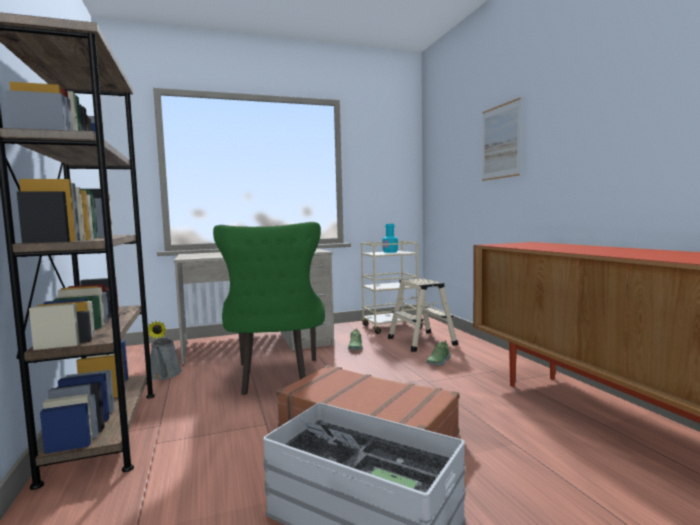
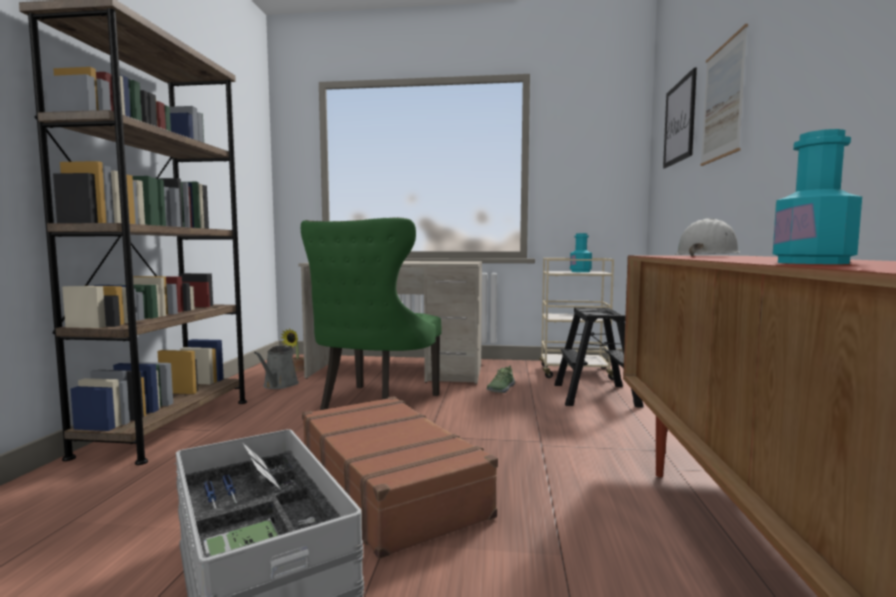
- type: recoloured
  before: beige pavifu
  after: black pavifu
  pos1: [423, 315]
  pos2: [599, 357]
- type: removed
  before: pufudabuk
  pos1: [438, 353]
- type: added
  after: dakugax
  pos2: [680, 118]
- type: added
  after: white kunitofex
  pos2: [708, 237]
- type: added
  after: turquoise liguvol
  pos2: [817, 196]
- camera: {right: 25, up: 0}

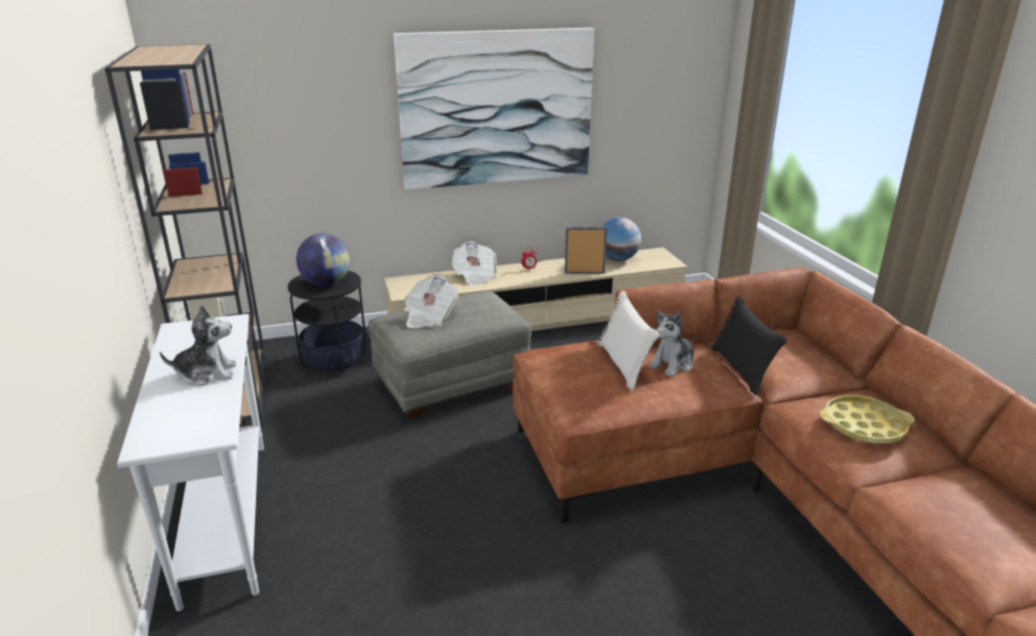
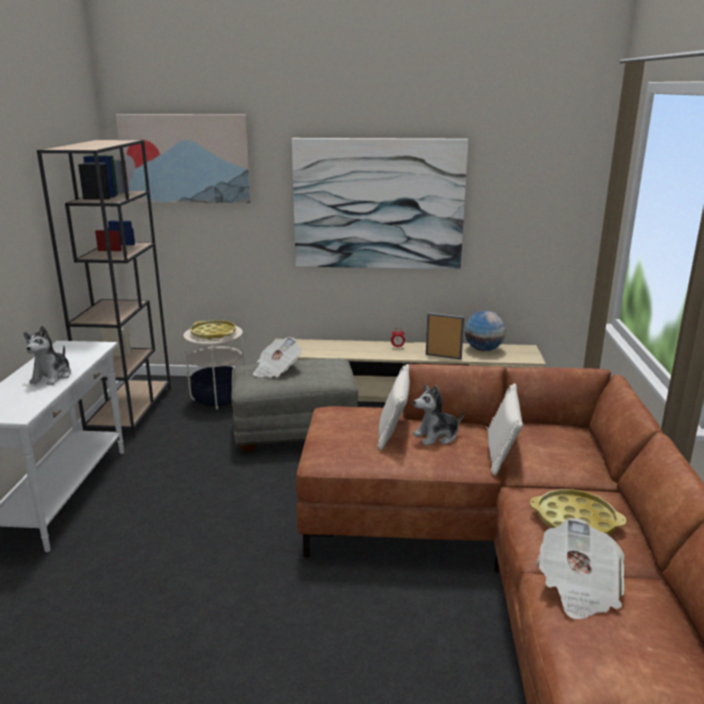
- type: turned
  before: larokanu
  pos1: [198, 345]
  pos2: [47, 355]
  turn: 90
- type: recoloured
  before: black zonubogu
  after: beige zonubogu
  pos1: [327, 321]
  pos2: [214, 368]
- type: replaced
  before: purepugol
  after: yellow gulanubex
  pos1: [323, 260]
  pos2: [213, 330]
- type: moved
  before: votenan
  pos1: [474, 264]
  pos2: [580, 568]
- type: recoloured
  before: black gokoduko
  after: white gokoduko
  pos1: [748, 345]
  pos2: [504, 429]
- type: added
  after: dakugax
  pos2: [184, 159]
- camera: {right: 20, up: -5}

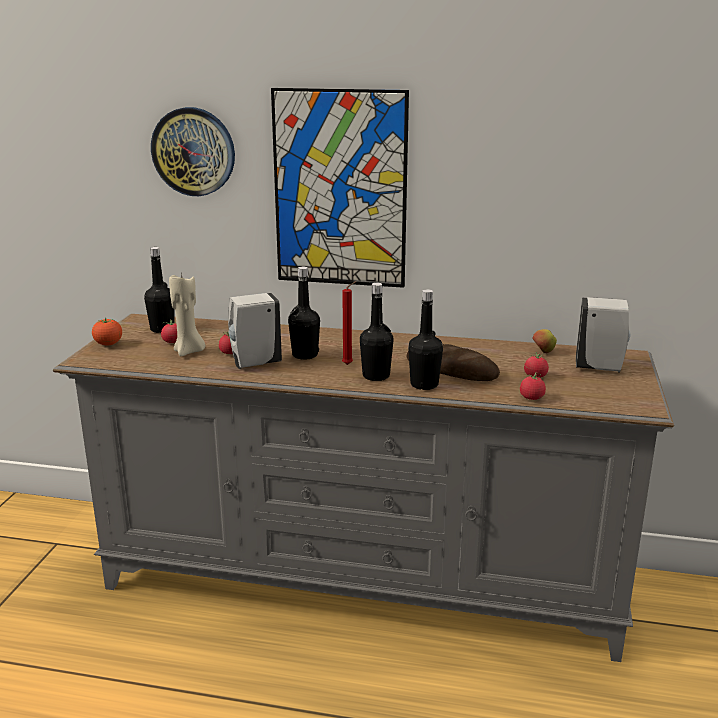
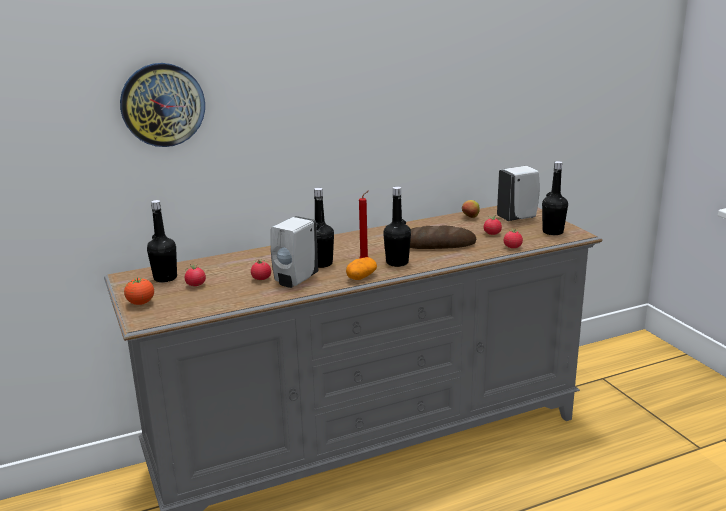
- type: removed
  before: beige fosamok
  pos1: [187, 314]
- type: removed
  before: dakugax
  pos1: [340, 188]
- type: moved
  before: black liguvol
  pos1: [425, 339]
  pos2: [555, 198]
- type: added
  after: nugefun
  pos2: [361, 268]
- camera: {right: -35, up: 0}

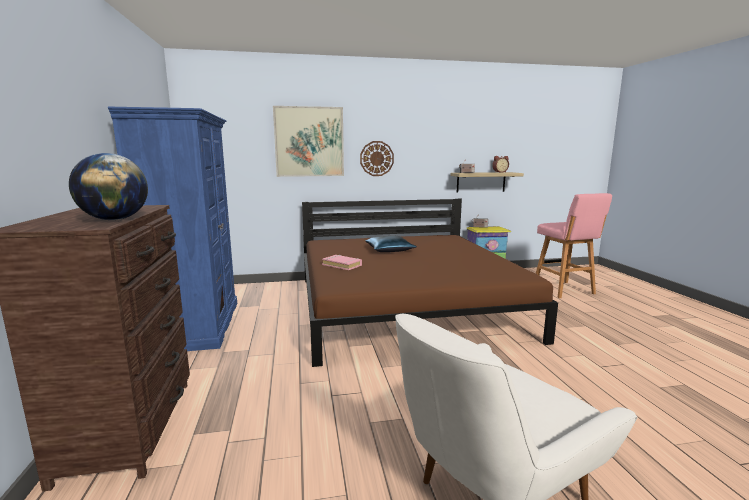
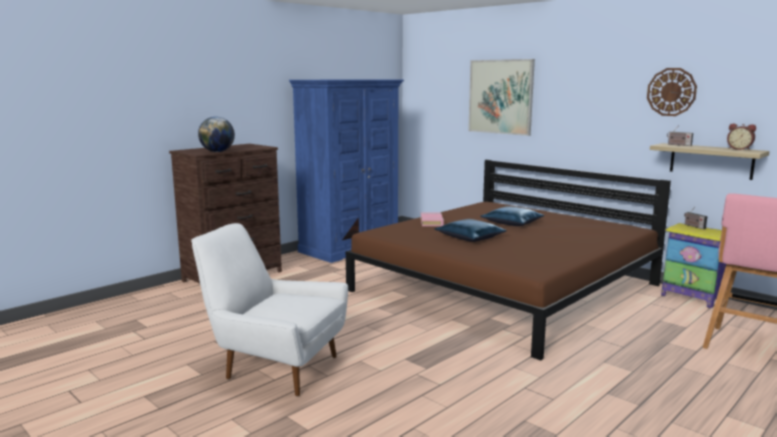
- type: moved
  before: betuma
  pos1: [377, 158]
  pos2: [672, 92]
- type: added
  after: blue gokoduko
  pos2: [470, 230]
- camera: {right: 55, up: 0}

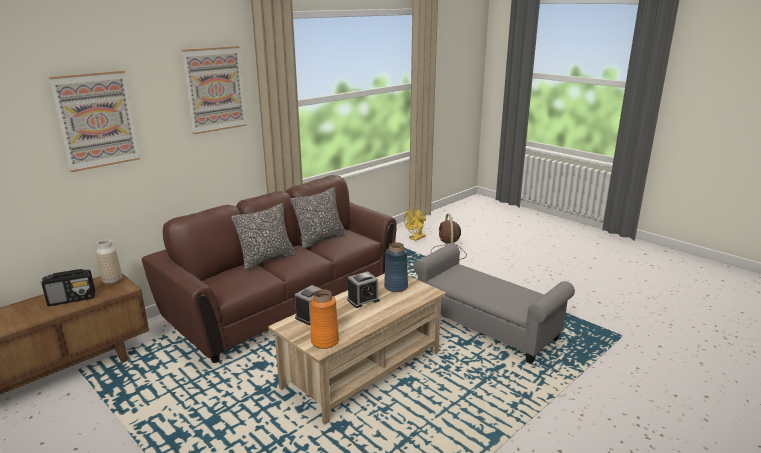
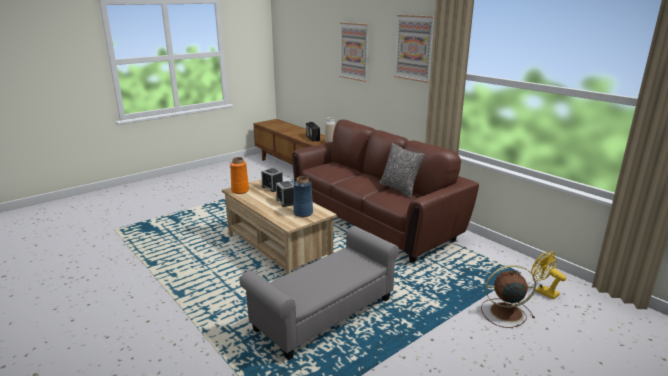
- type: removed
  before: gokoduko
  pos1: [263, 237]
- camera: {right: 95, up: 0}

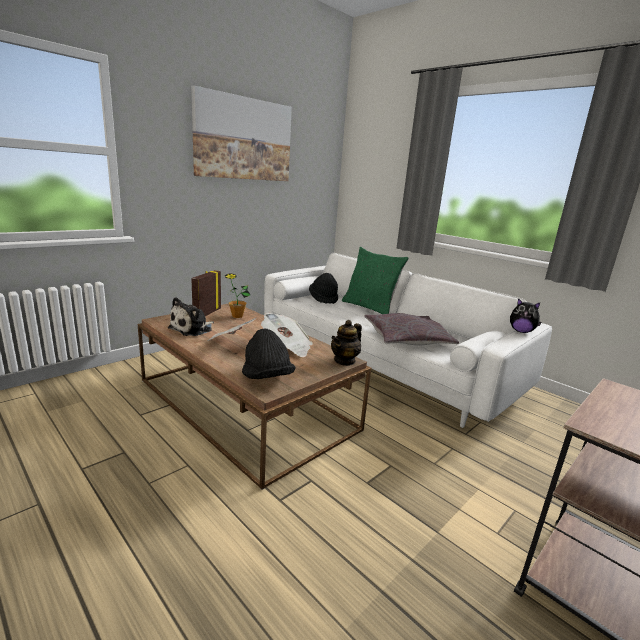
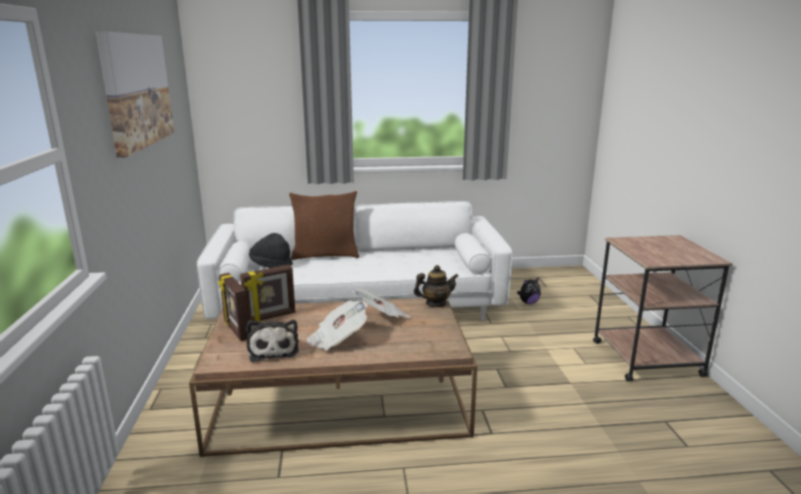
- type: replaced
  before: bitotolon
  after: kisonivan
  pos1: [237, 295]
  pos2: [267, 293]
- type: removed
  before: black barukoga
  pos1: [268, 353]
- type: turned
  before: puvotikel
  pos1: [346, 343]
  pos2: [436, 286]
  turn: -90
- type: recoloured
  before: green gokoduko
  after: brown gokoduko
  pos1: [375, 280]
  pos2: [324, 225]
- type: removed
  before: grey gokoduko
  pos1: [411, 329]
- type: moved
  before: larokanu
  pos1: [525, 315]
  pos2: [529, 290]
- camera: {right: -50, up: 0}

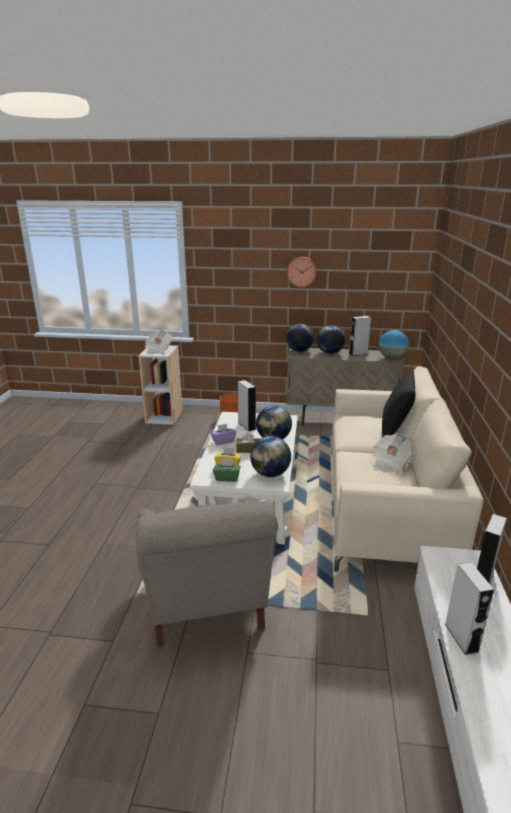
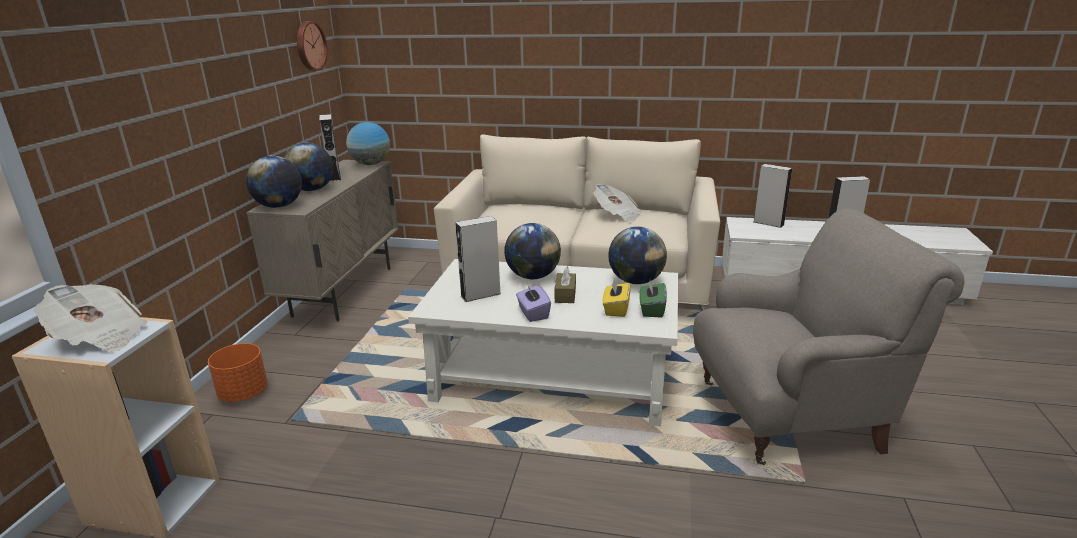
- type: moved
  before: betuma
  pos1: [302, 272]
  pos2: [312, 46]
- type: removed
  before: black gokoduko
  pos1: [398, 403]
- camera: {right: -85, up: 0}

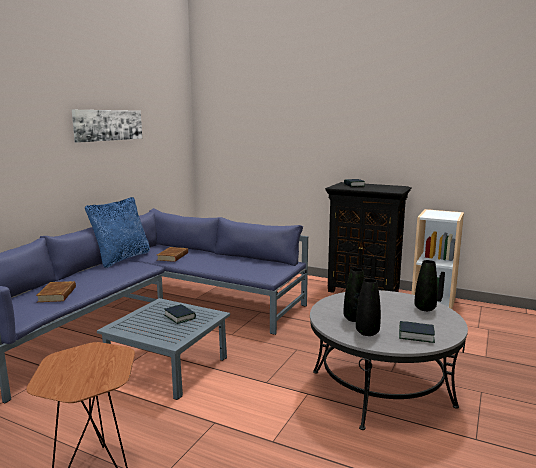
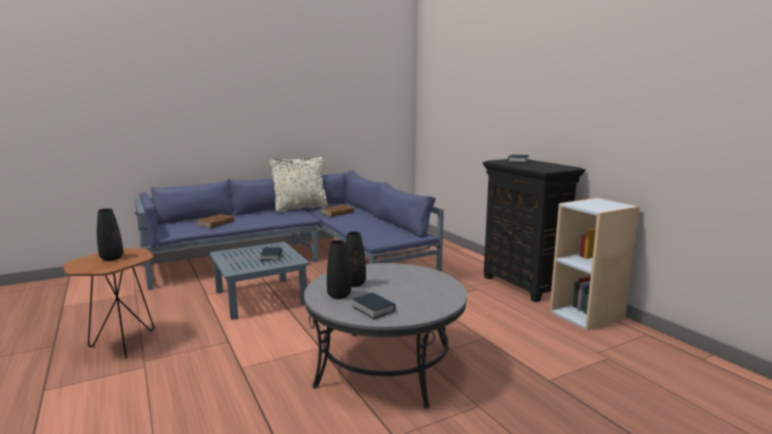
- type: removed
  before: dakugax
  pos1: [107, 126]
- type: recoloured
  before: blue gokoduko
  after: beige gokoduko
  pos1: [117, 232]
  pos2: [298, 185]
- type: moved
  before: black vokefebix
  pos1: [426, 285]
  pos2: [110, 234]
- camera: {right: 35, up: 0}

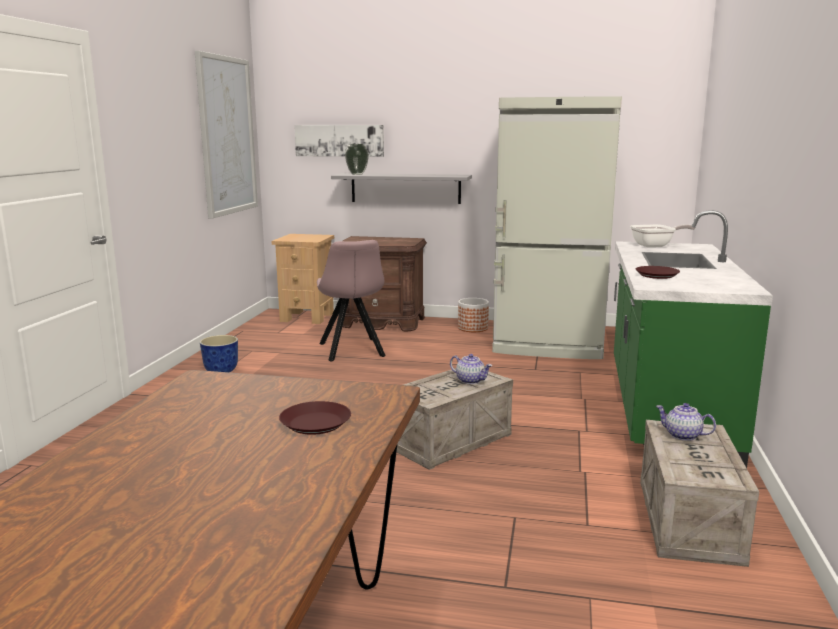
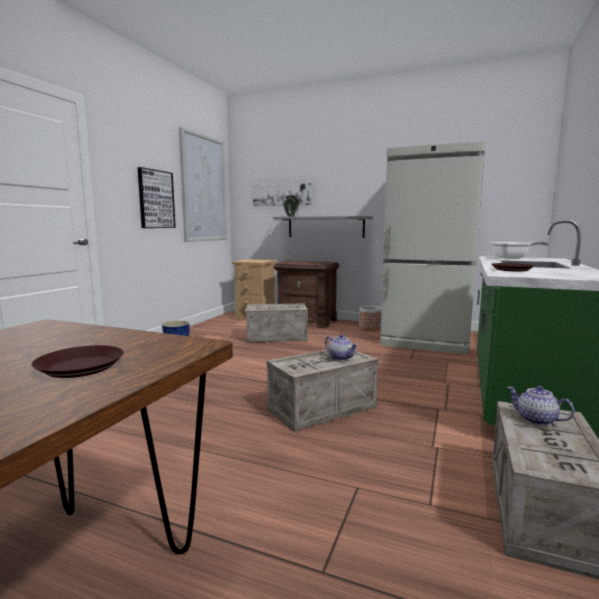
- type: replaced
  before: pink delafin
  after: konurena
  pos1: [351, 301]
  pos2: [277, 323]
- type: added
  after: dakugax
  pos2: [156, 197]
- camera: {right: 10, up: -5}

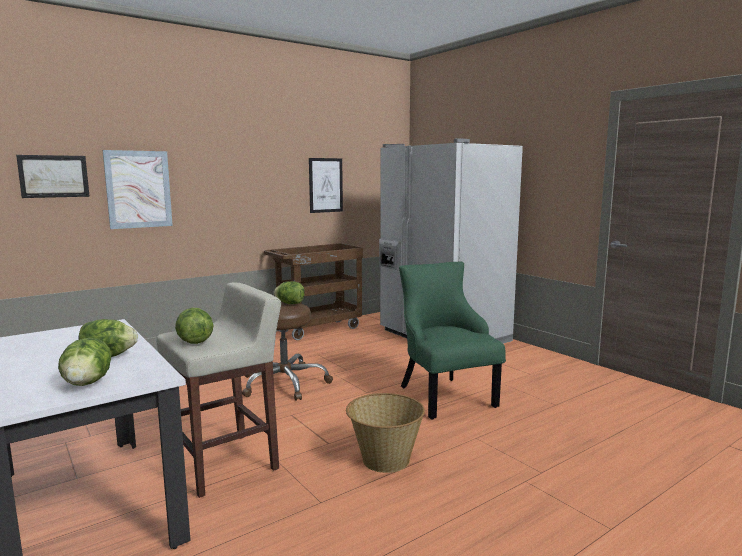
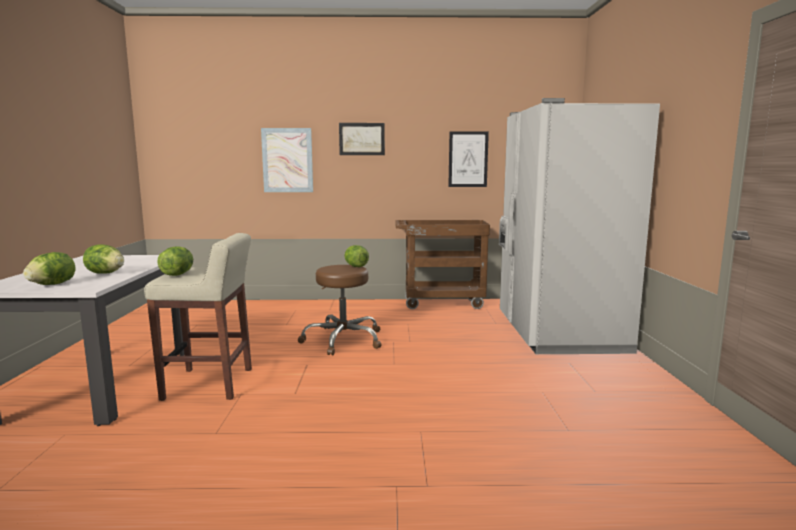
- type: moved
  before: dakugax
  pos1: [53, 176]
  pos2: [362, 139]
- type: removed
  before: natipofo
  pos1: [385, 433]
- type: removed
  before: green delafin
  pos1: [452, 341]
- camera: {right: 35, up: 0}

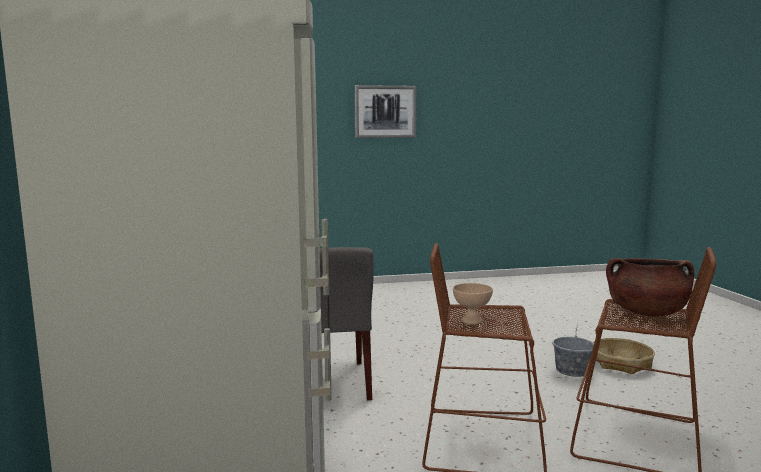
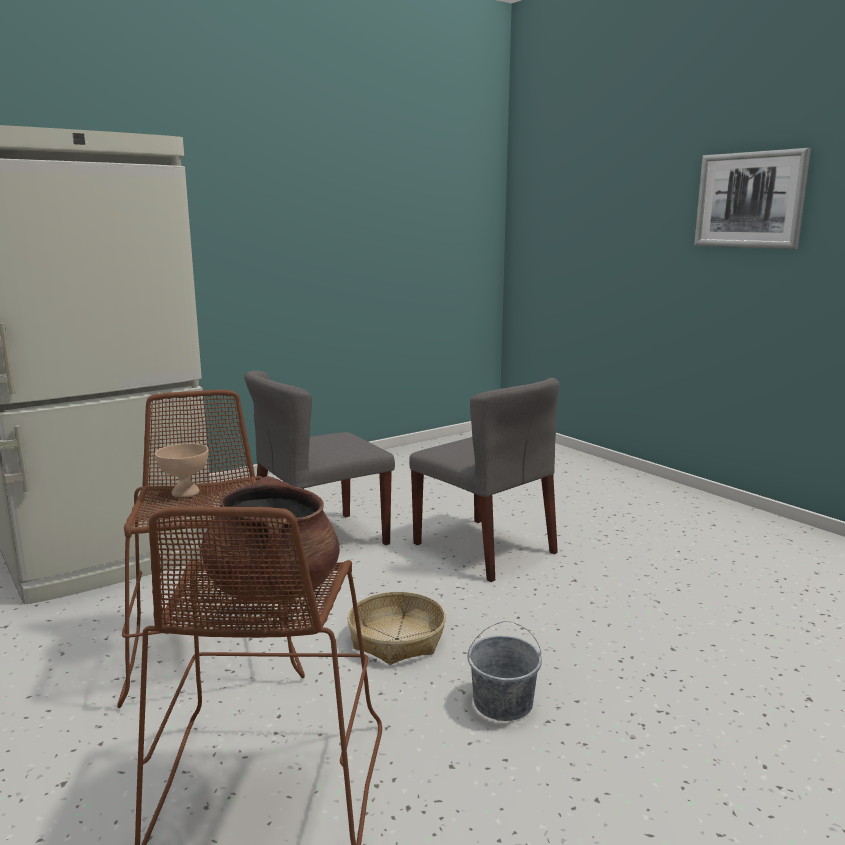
- type: moved
  before: natipofo
  pos1: [624, 356]
  pos2: [397, 628]
- type: added
  after: grey delafin
  pos2: [484, 480]
- camera: {right: 65, up: 5}

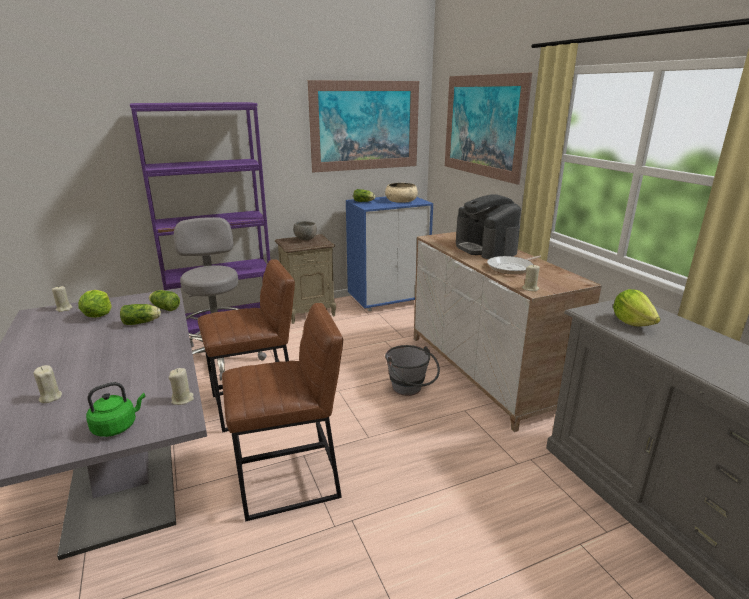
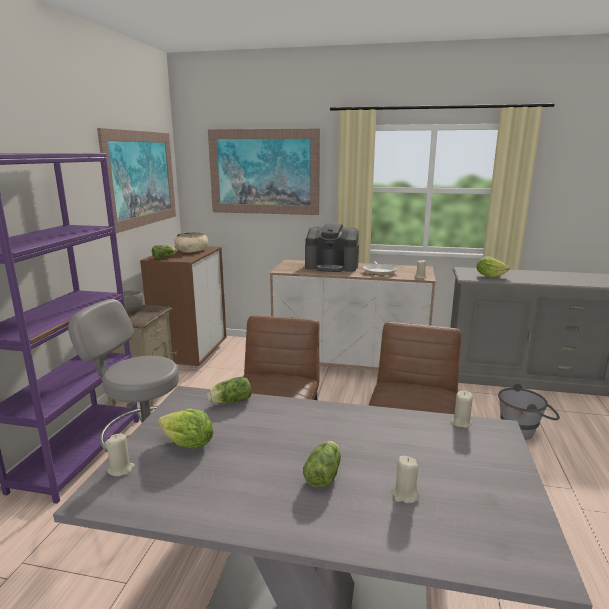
- type: removed
  before: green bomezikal
  pos1: [115, 409]
- type: moved
  before: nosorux
  pos1: [140, 314]
  pos2: [322, 464]
- type: recoloured
  before: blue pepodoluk
  after: brown pepodoluk
  pos1: [389, 254]
  pos2: [183, 307]
- type: moved
  before: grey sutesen
  pos1: [412, 370]
  pos2: [529, 411]
- camera: {right: -55, up: -5}

